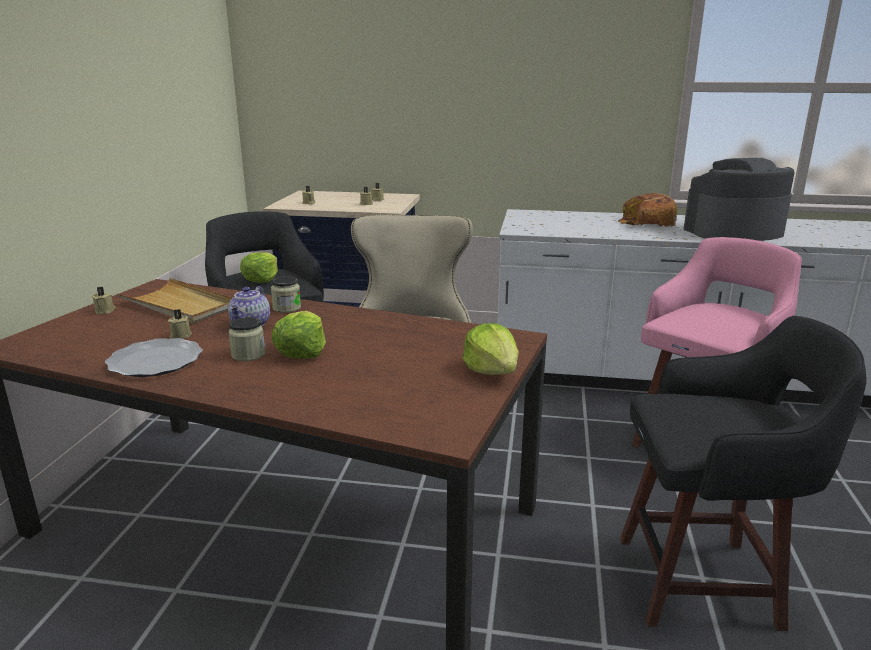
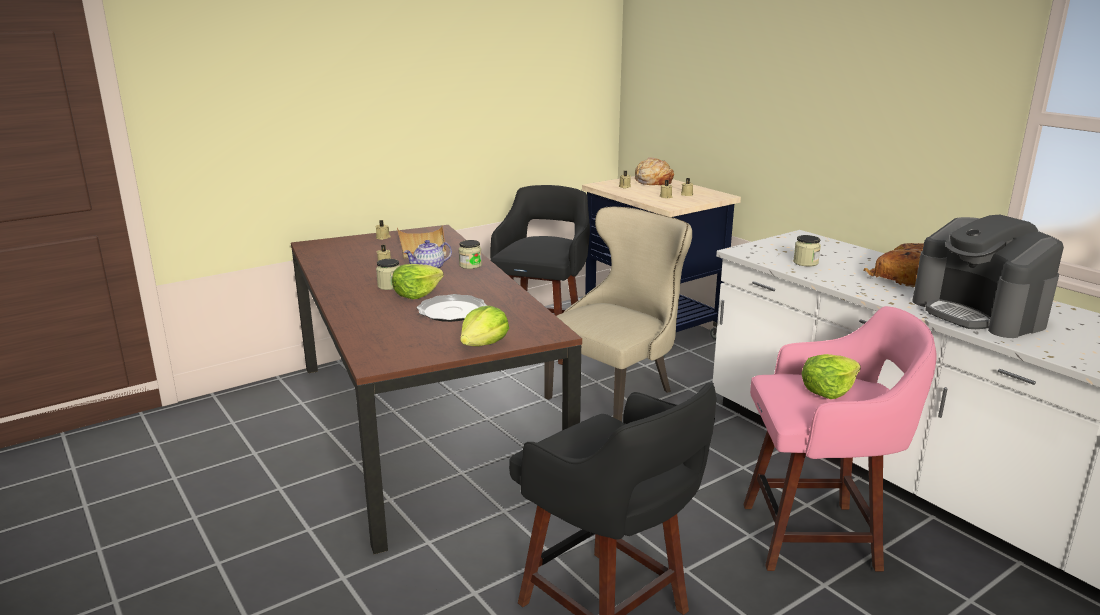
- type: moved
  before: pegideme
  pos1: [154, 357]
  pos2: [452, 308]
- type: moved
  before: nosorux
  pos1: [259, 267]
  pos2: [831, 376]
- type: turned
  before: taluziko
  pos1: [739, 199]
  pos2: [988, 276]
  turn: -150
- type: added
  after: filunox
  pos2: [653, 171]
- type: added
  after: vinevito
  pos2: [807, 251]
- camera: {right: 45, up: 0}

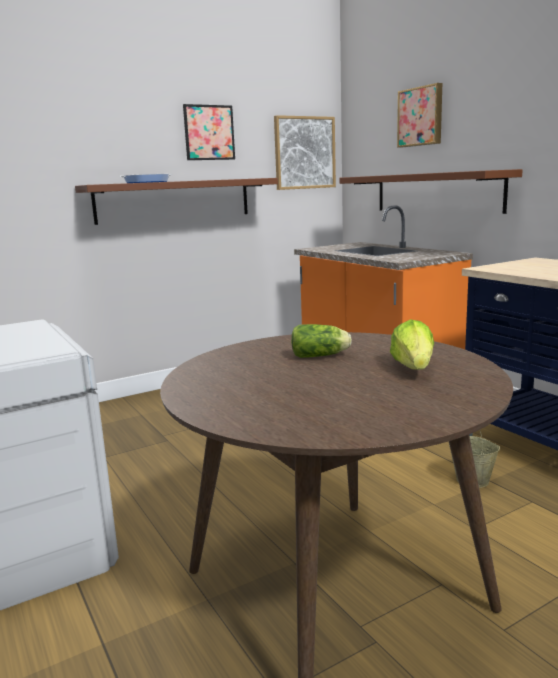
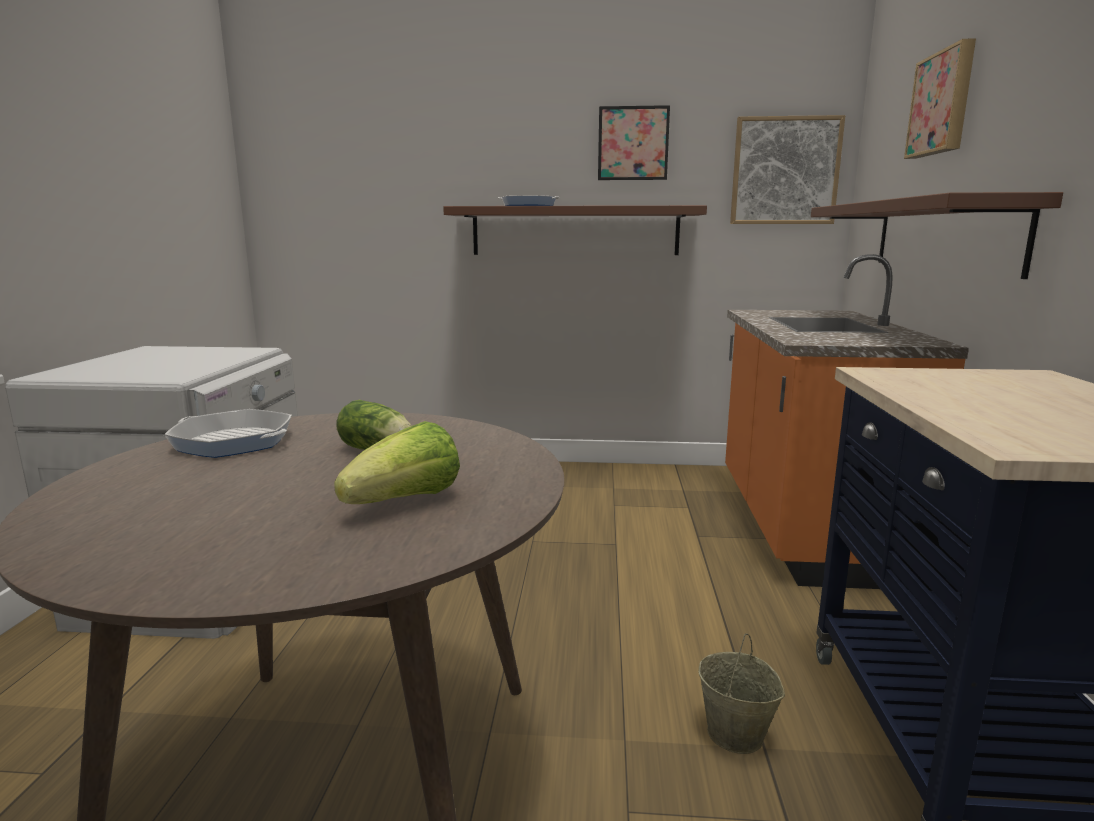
- type: added
  after: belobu
  pos2: [228, 433]
- camera: {right: 35, up: 0}

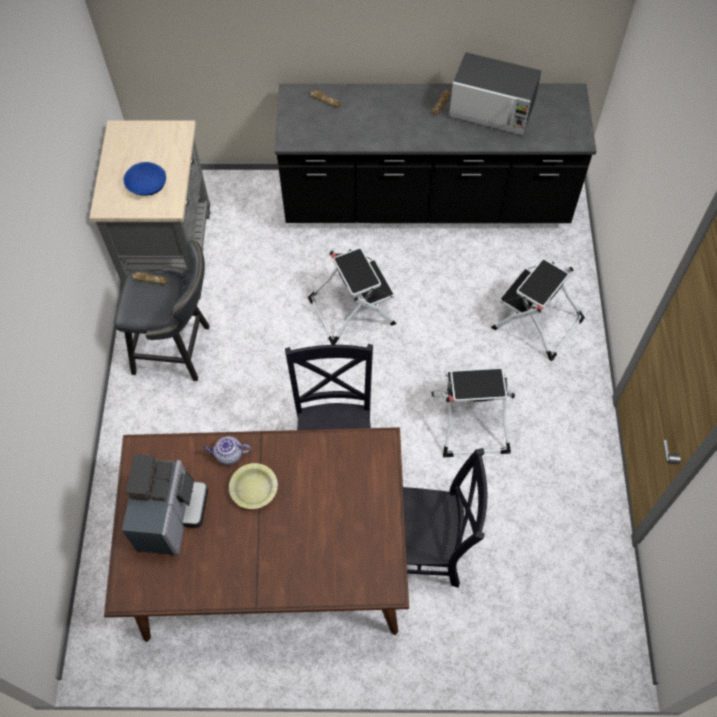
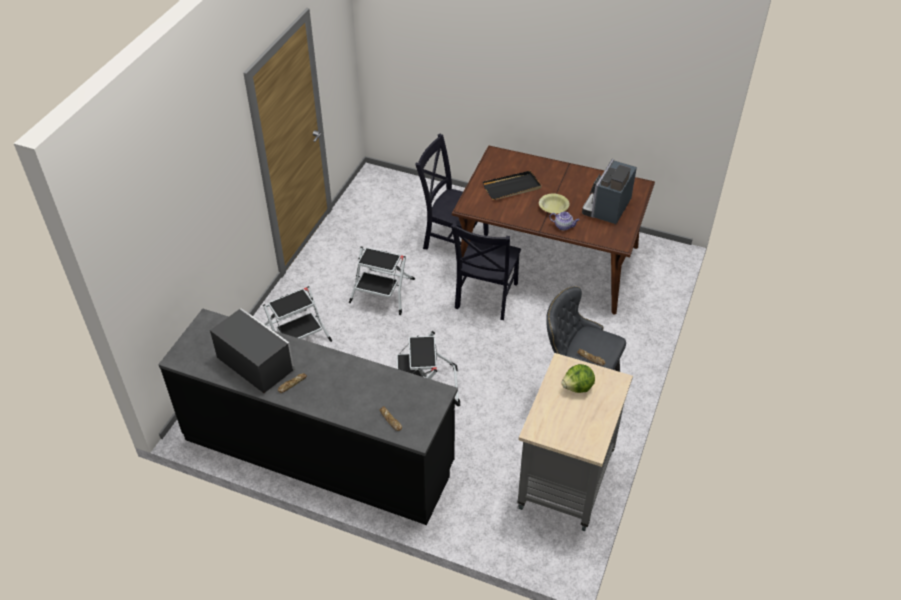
- type: replaced
  before: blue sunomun
  after: nosorux
  pos1: [144, 179]
  pos2: [578, 378]
- type: added
  after: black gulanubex
  pos2: [512, 185]
- camera: {right: -160, up: -15}

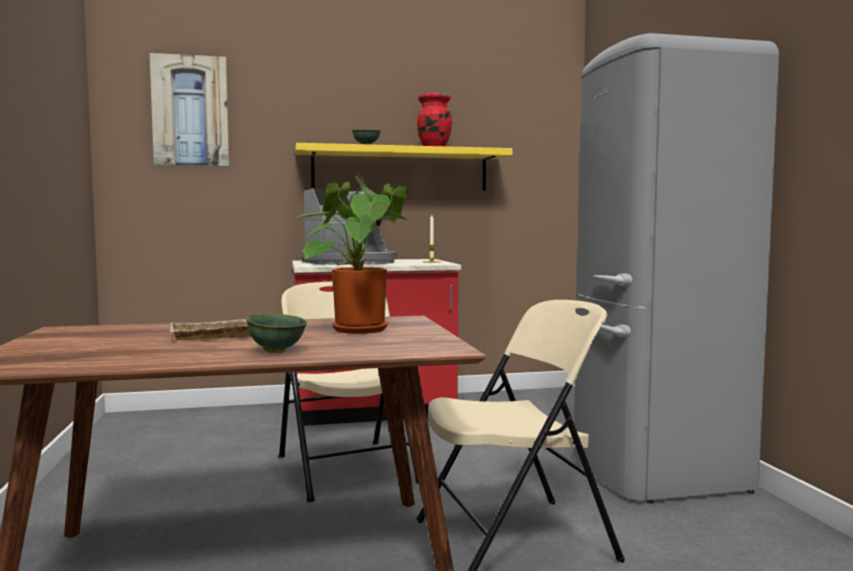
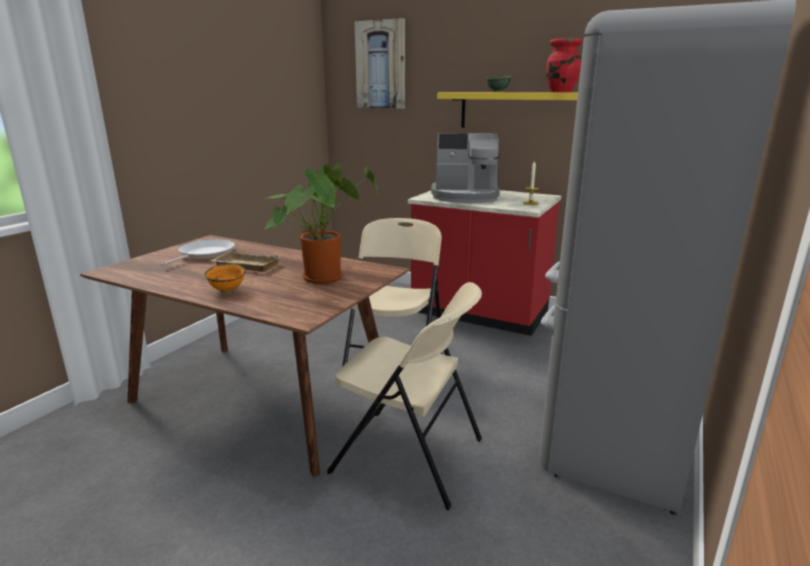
- type: recoloured
  before: green sunomun
  after: orange sunomun
  pos1: [276, 333]
  pos2: [224, 278]
- type: added
  after: belobu
  pos2: [197, 252]
- camera: {right: 40, up: 15}

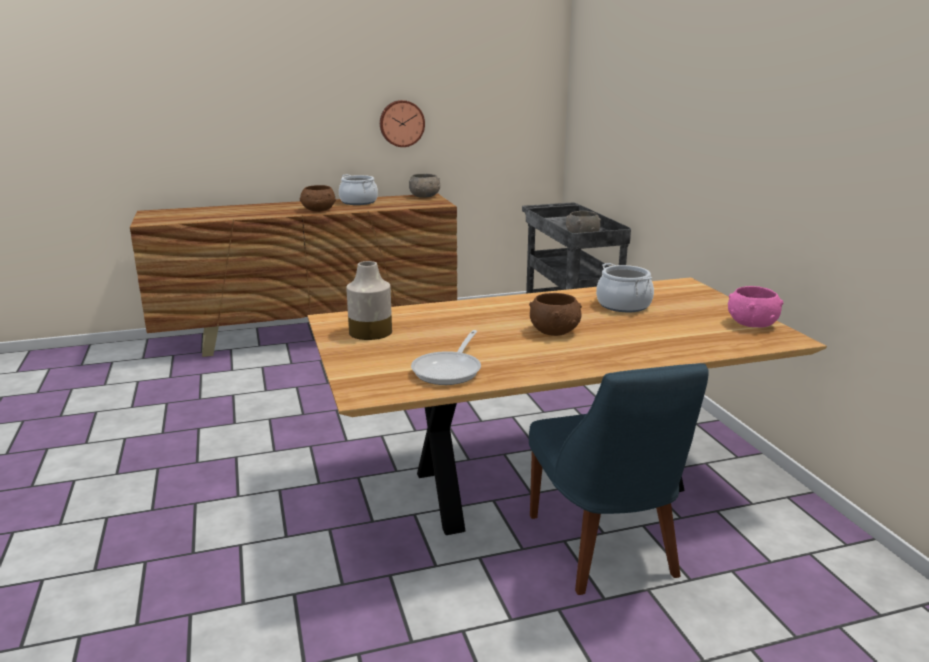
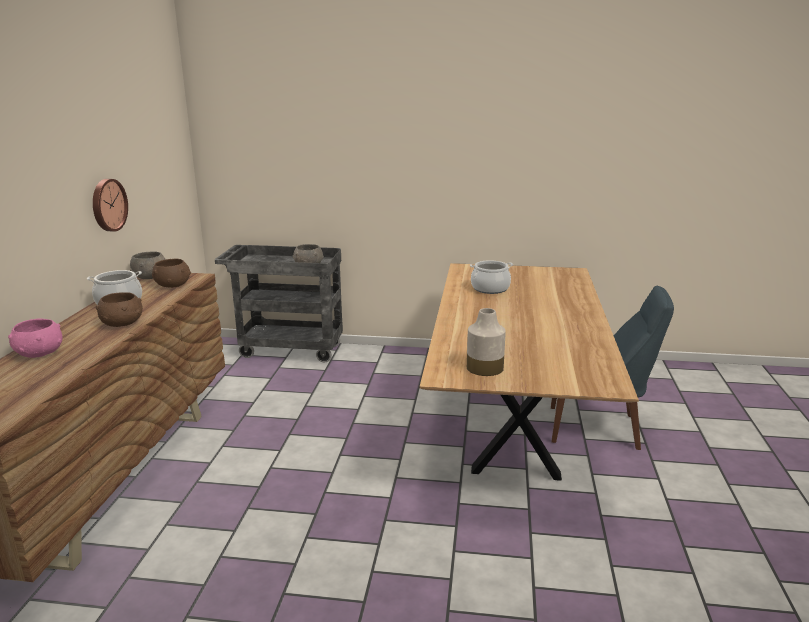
- type: removed
  before: belobu
  pos1: [446, 357]
- type: moved
  before: brown sunomun
  pos1: [555, 314]
  pos2: [171, 273]
- type: moved
  before: pink sunomun
  pos1: [755, 306]
  pos2: [35, 338]
- camera: {right: -65, up: 0}

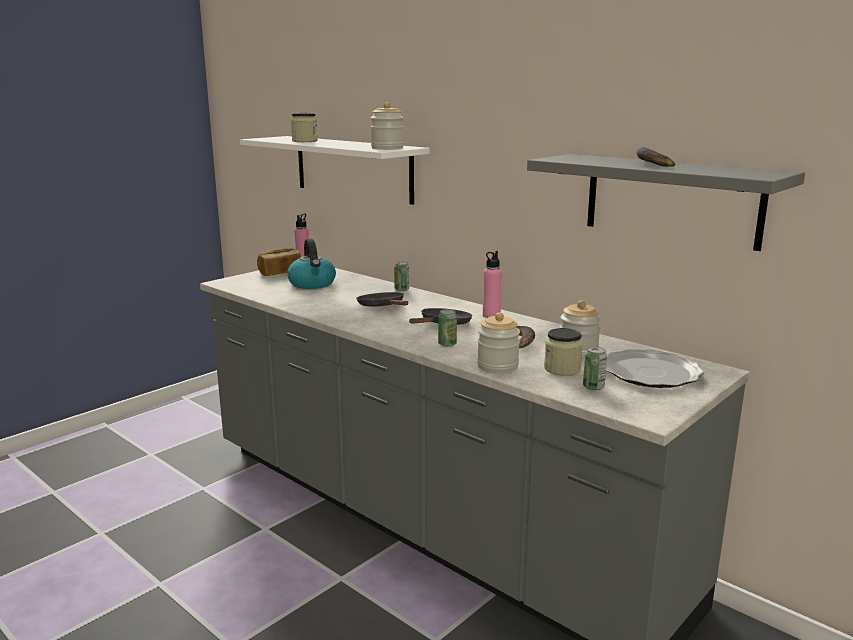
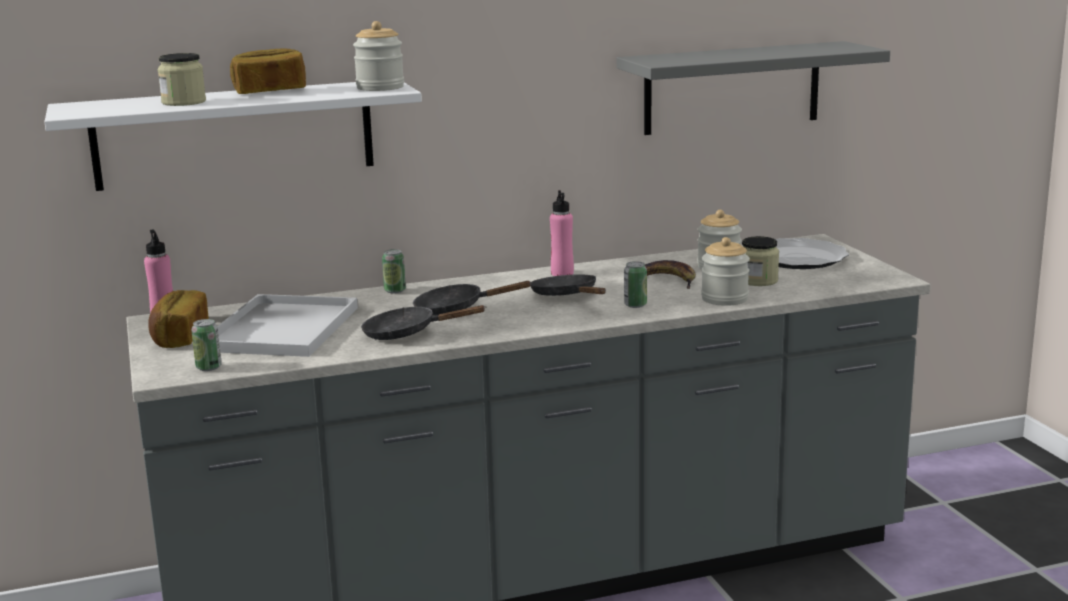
- type: replaced
  before: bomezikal
  after: white gulanubex
  pos1: [311, 264]
  pos2: [287, 325]
- type: moved
  before: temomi
  pos1: [595, 369]
  pos2: [206, 345]
- type: removed
  before: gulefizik
  pos1: [655, 157]
- type: added
  after: filunox
  pos2: [268, 71]
- type: added
  after: black belobu
  pos2: [423, 322]
- camera: {right: -60, up: 0}

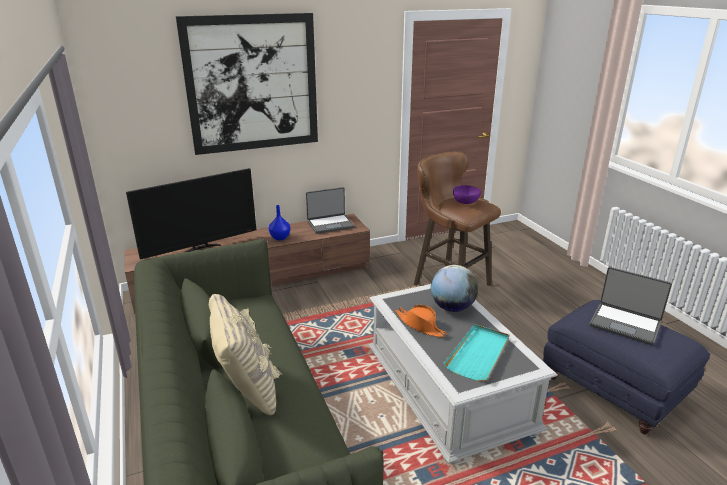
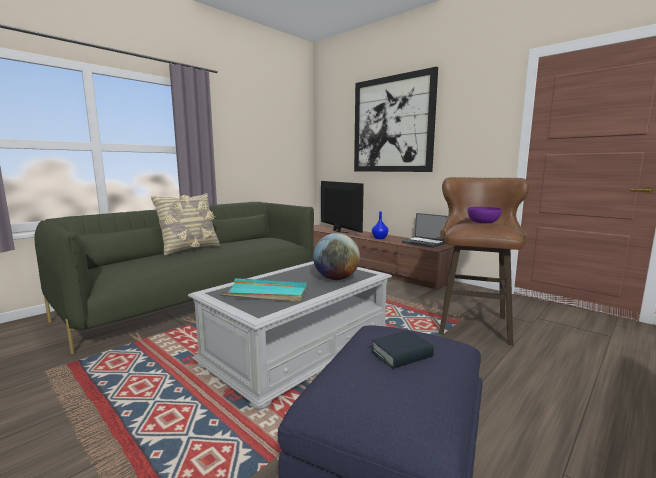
- type: turned
  before: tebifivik
  pos1: [191, 214]
  pos2: [342, 207]
  turn: -150
- type: removed
  before: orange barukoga
  pos1: [421, 321]
- type: replaced
  before: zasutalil
  after: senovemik
  pos1: [630, 306]
  pos2: [402, 349]
- camera: {right: 65, up: -15}

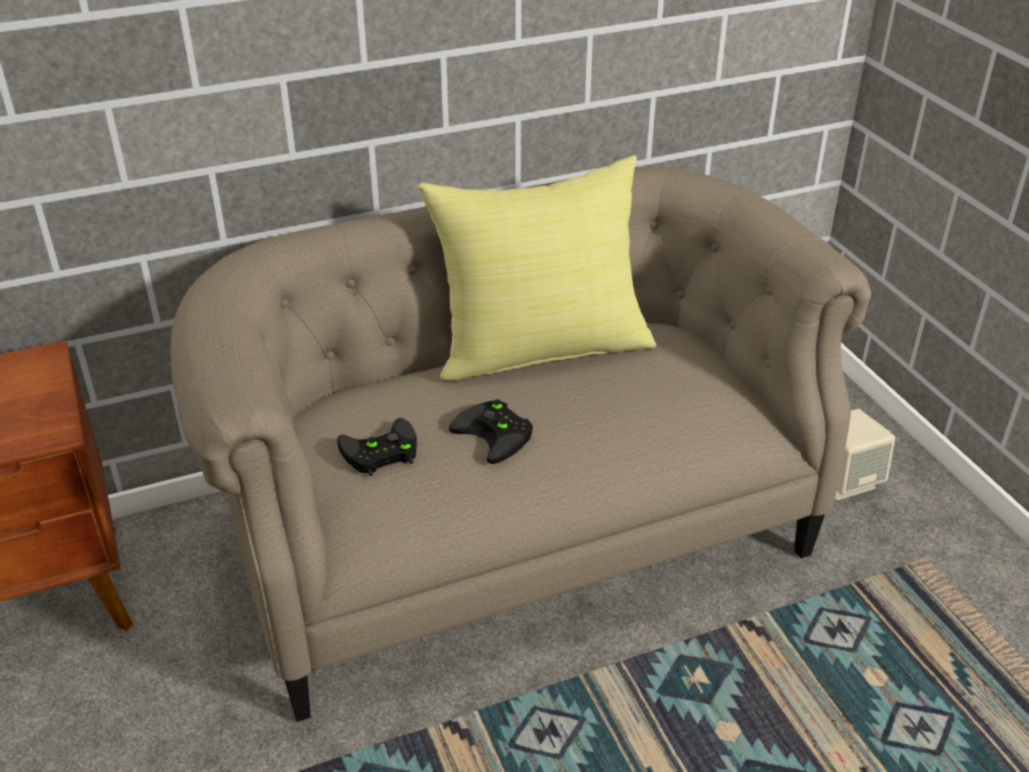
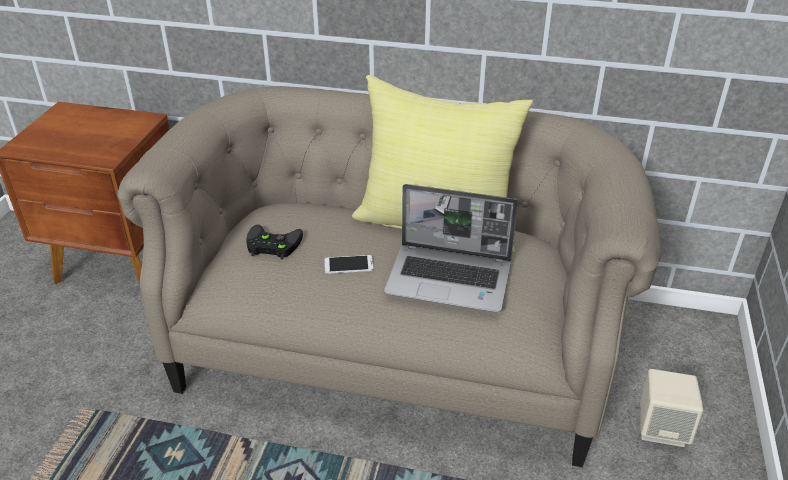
- type: replaced
  before: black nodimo
  after: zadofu
  pos1: [491, 431]
  pos2: [348, 264]
- type: added
  after: zasutalil
  pos2: [451, 248]
- camera: {right: 35, up: 0}

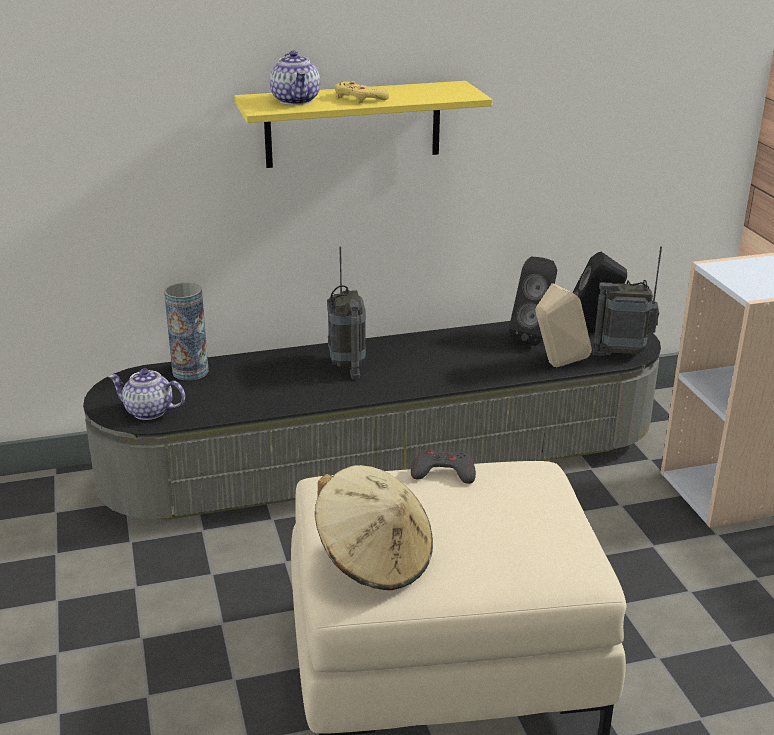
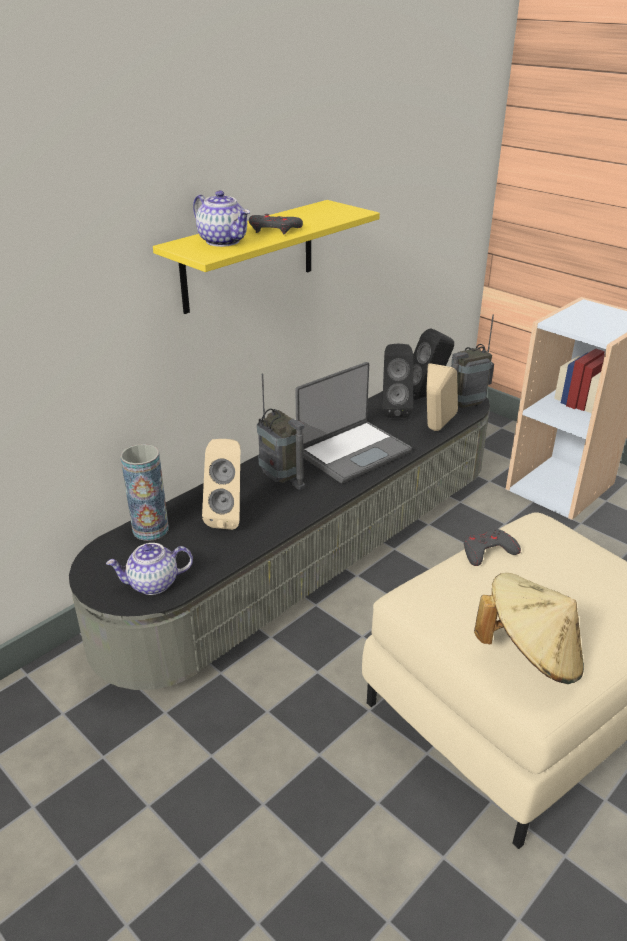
- type: recoloured
  before: yellow nodimo
  after: grey nodimo
  pos1: [361, 92]
  pos2: [276, 224]
- type: added
  after: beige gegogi
  pos2: [221, 484]
- type: added
  after: zasutalil
  pos2: [353, 422]
- camera: {right: -30, up: 5}

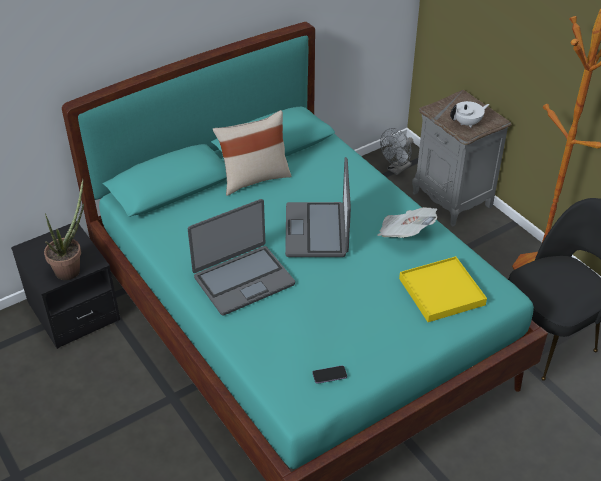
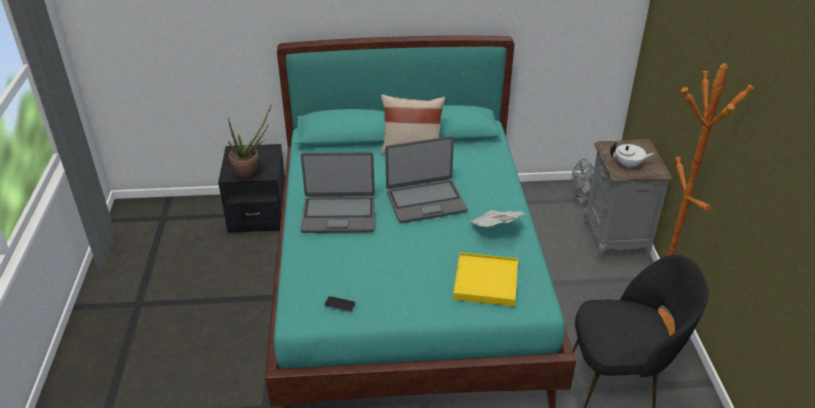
- type: turned
  before: zasutalil
  pos1: [318, 207]
  pos2: [426, 179]
  turn: -135
- camera: {right: 30, up: -5}

